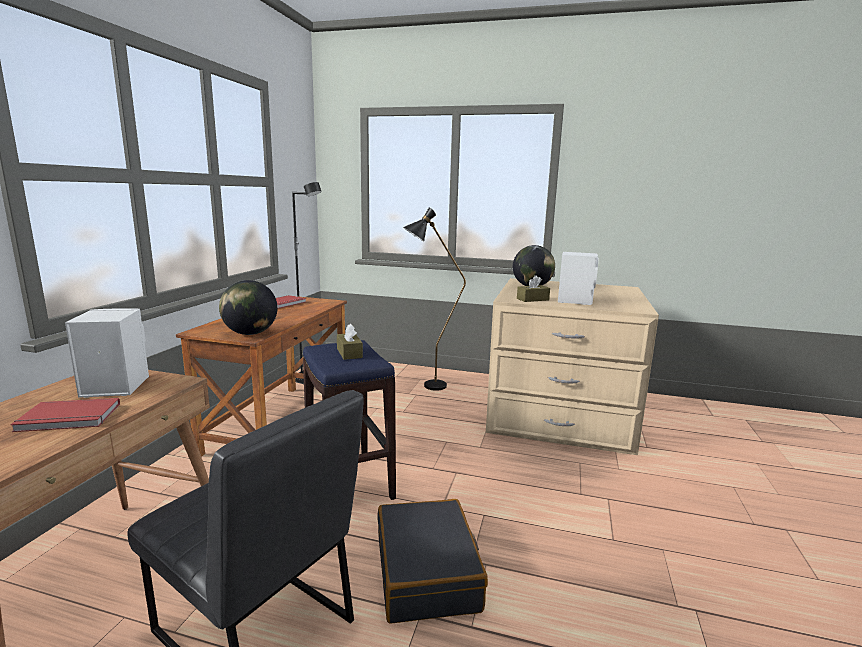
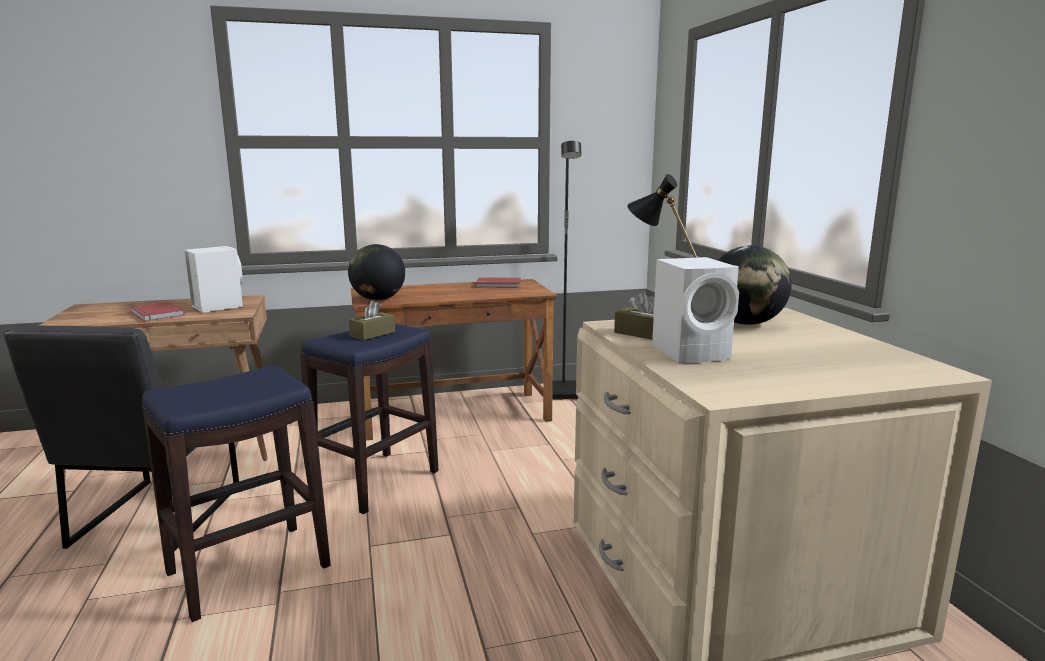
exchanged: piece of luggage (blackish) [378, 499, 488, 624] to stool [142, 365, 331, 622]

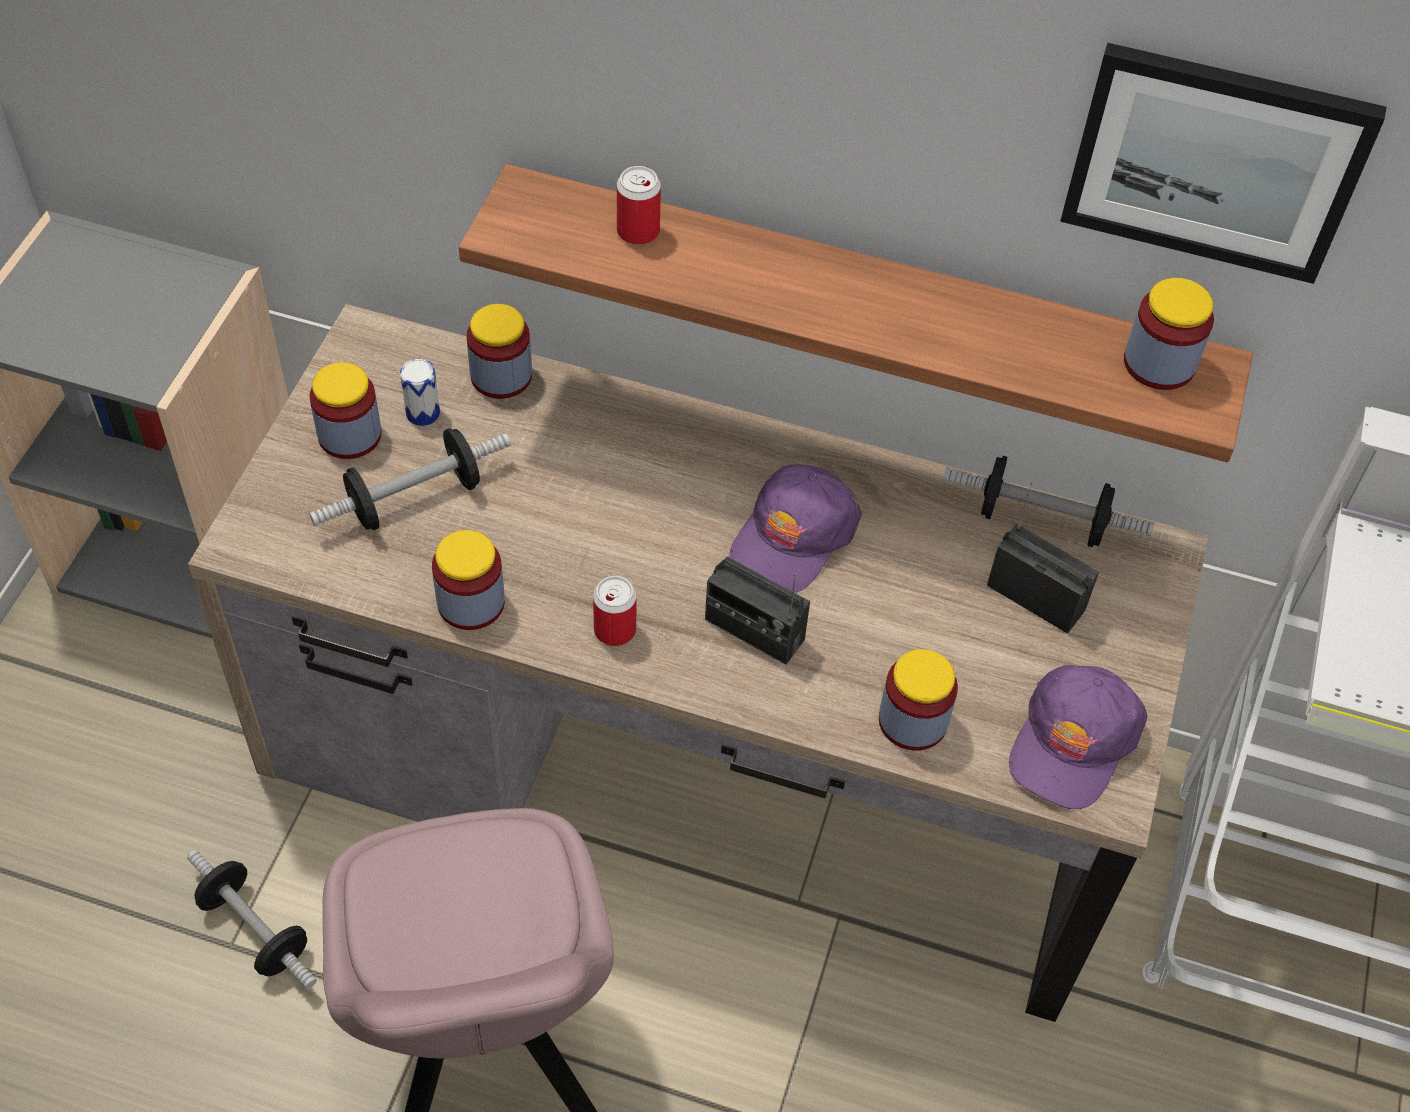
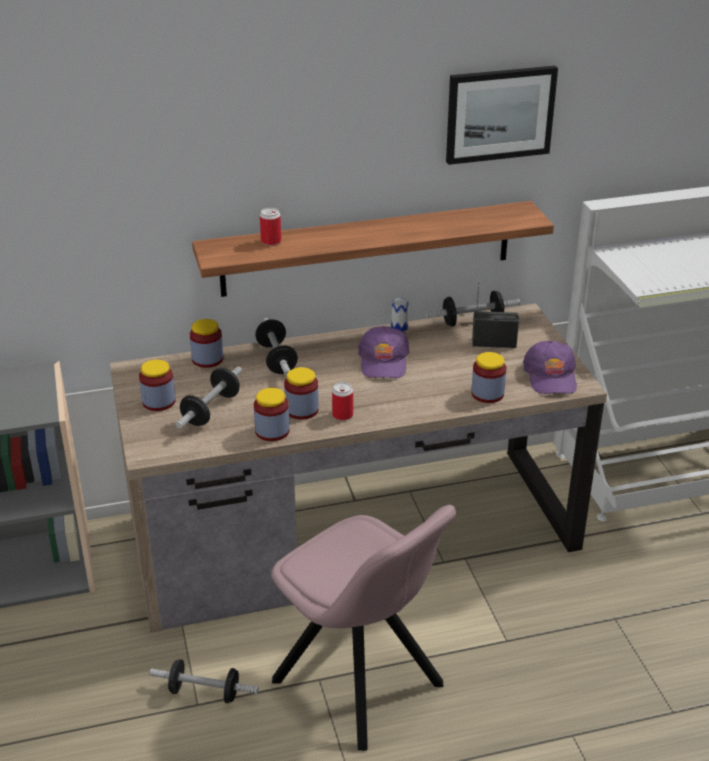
missing: radio receiver [705, 556, 810, 664]
appeared: dumbbell [255, 318, 298, 376]
relocated: sealed can [400, 359, 440, 426] to [391, 298, 409, 332]; jar [1124, 278, 1214, 390] to [284, 367, 319, 420]

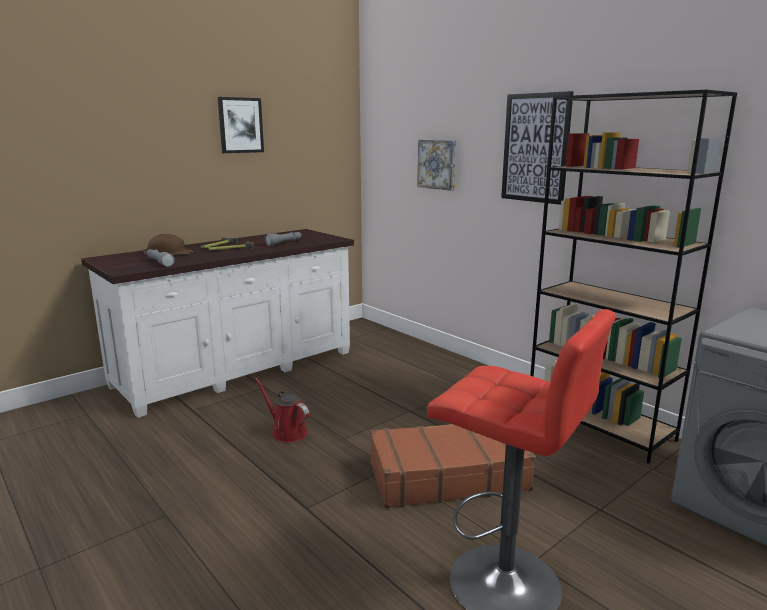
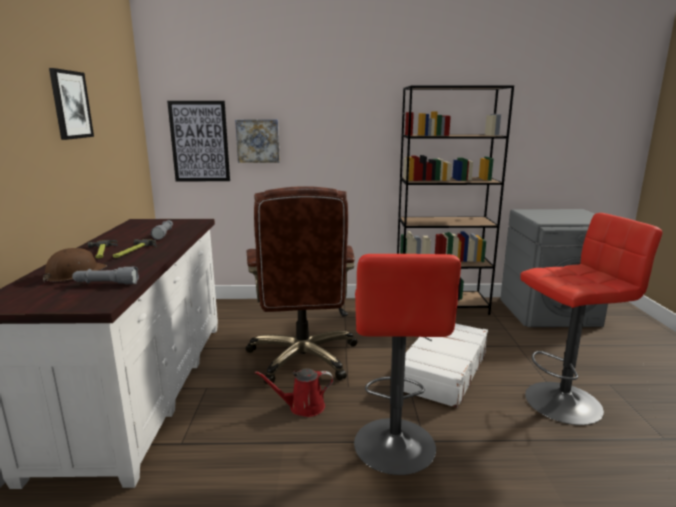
appeared: office chair (brown-coloured) [246, 186, 358, 384]; stool (red-coloured) [354, 254, 461, 475]
relocated: picture [501, 91, 573, 205] to [167, 101, 230, 181]
colour: piece of luggage (brown-coloured) [370, 424, 536, 508] to piece of luggage (white-coloured) [404, 323, 488, 408]

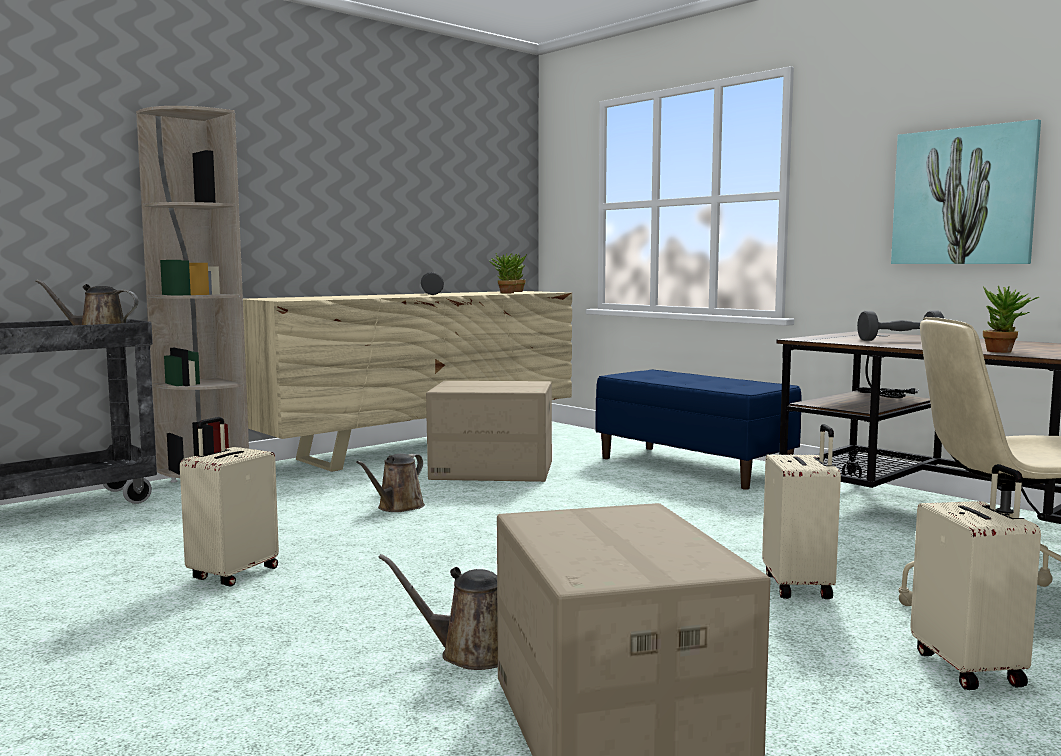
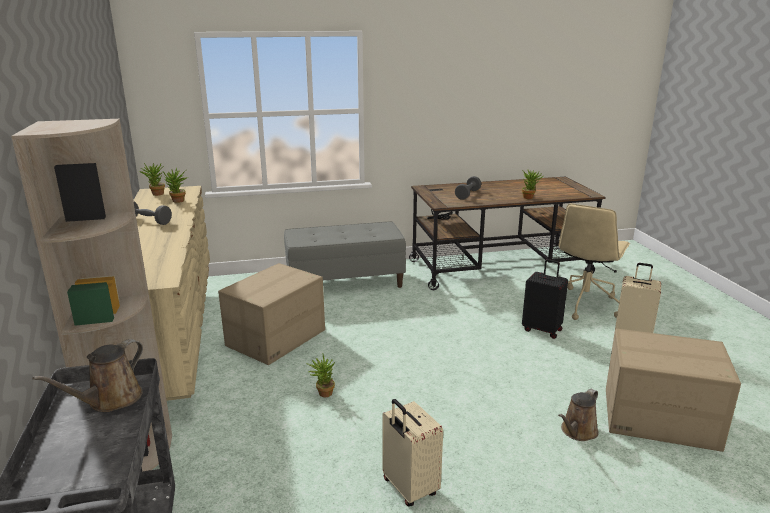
missing: picture [891, 119, 1041, 264]
exchanged: sprinkling can (brown-coloured) [356, 454, 425, 512] to plant in a pot [306, 355, 335, 397]
colour: bench (blue-coloured) [595, 369, 802, 490] to bench (greyish) [284, 221, 406, 288]; piece of luggage (beige) [762, 424, 841, 599] to piece of luggage (blackish) [522, 259, 568, 339]

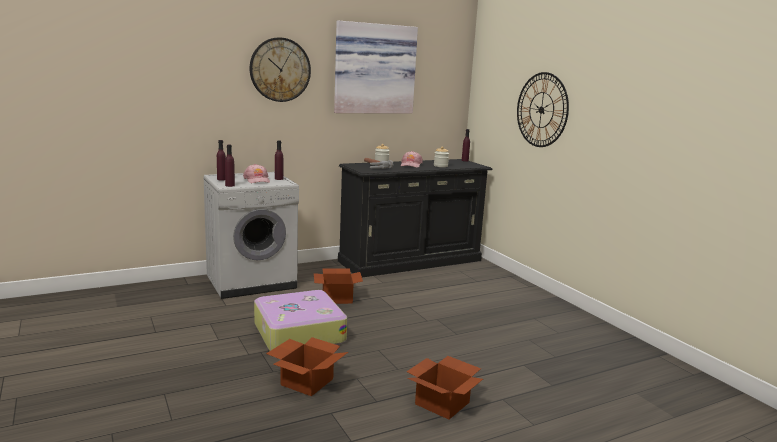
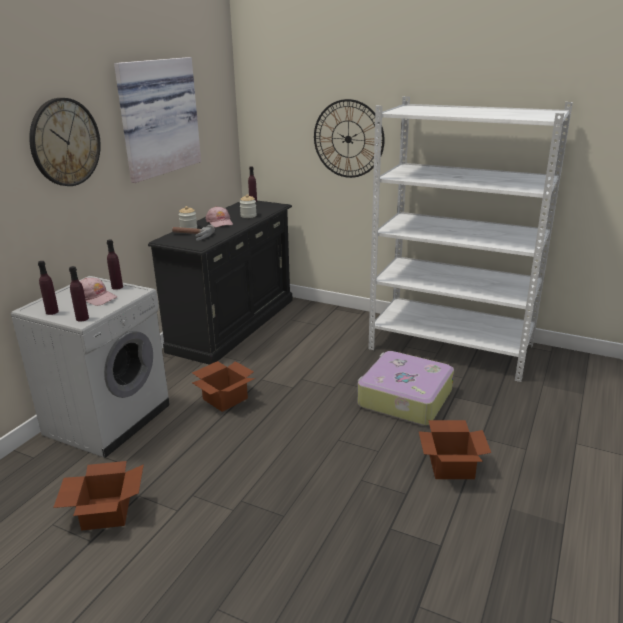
appeared: bookcase (white-coloured) [368, 96, 573, 382]
relocated: piece of luggage [254, 290, 347, 351] to [357, 351, 454, 425]; packing box [266, 337, 348, 396] to [53, 461, 144, 531]

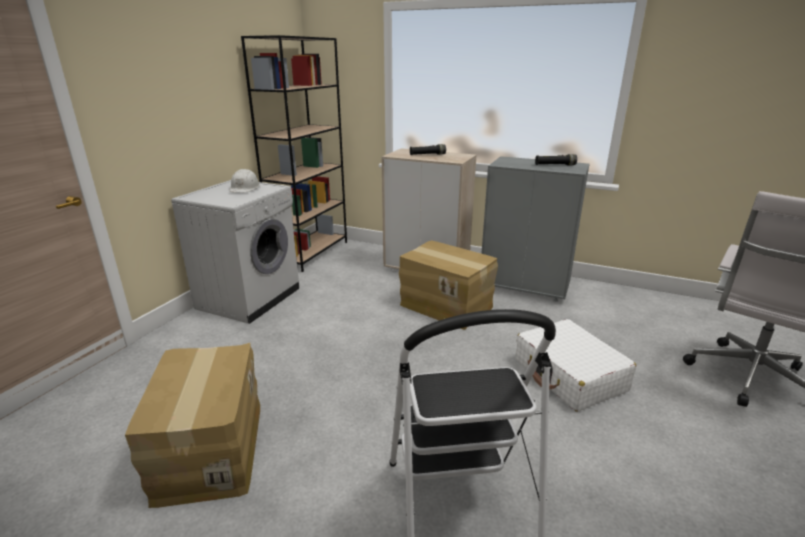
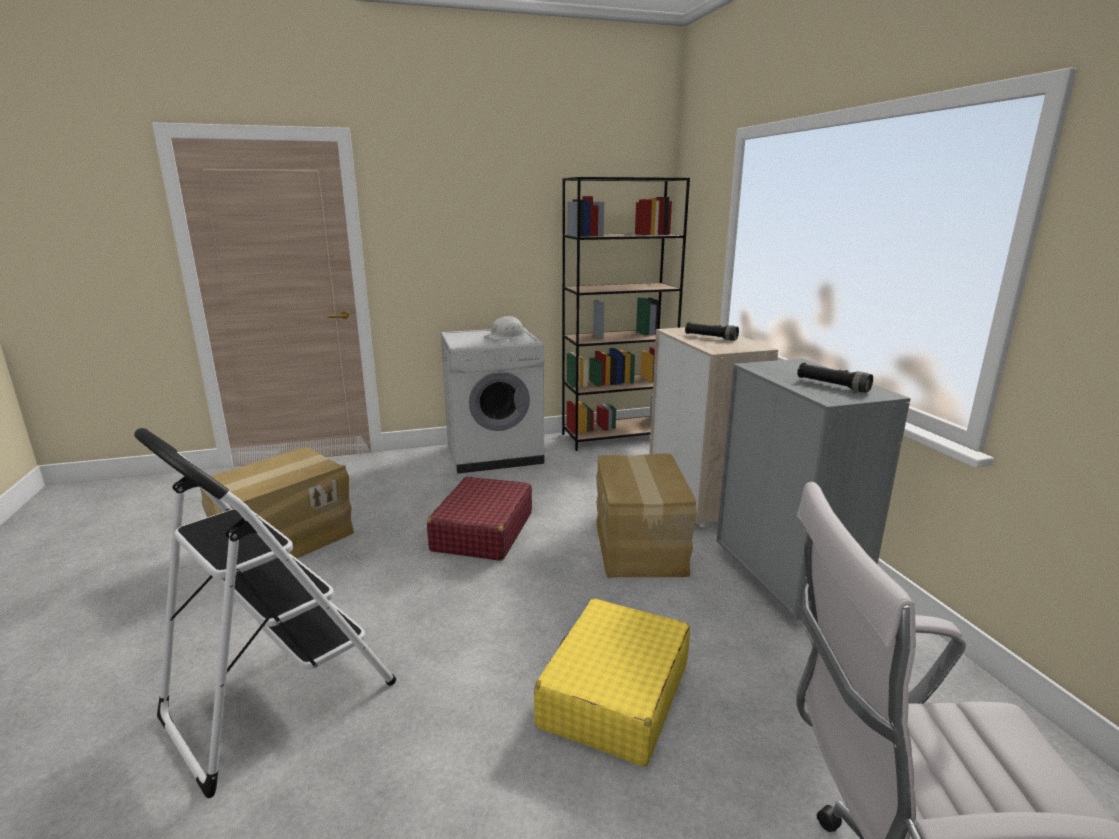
appeared: piece of luggage (red-coloured) [427, 477, 532, 561]
colour: piece of luggage (white-coloured) [516, 319, 636, 412] to piece of luggage (yellow-coloured) [534, 599, 690, 767]

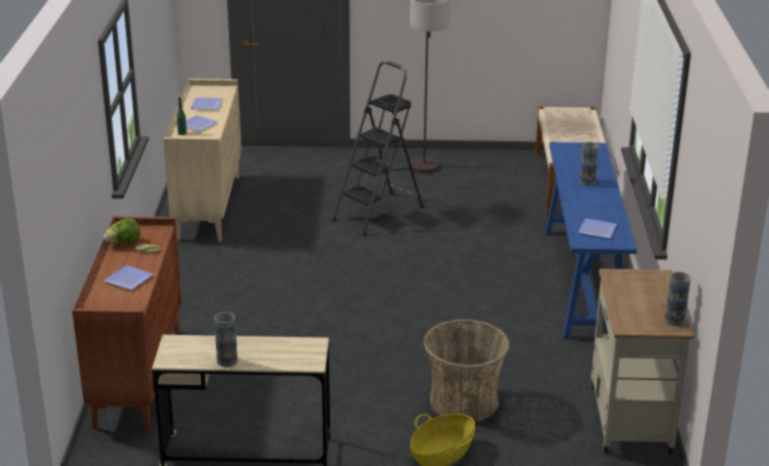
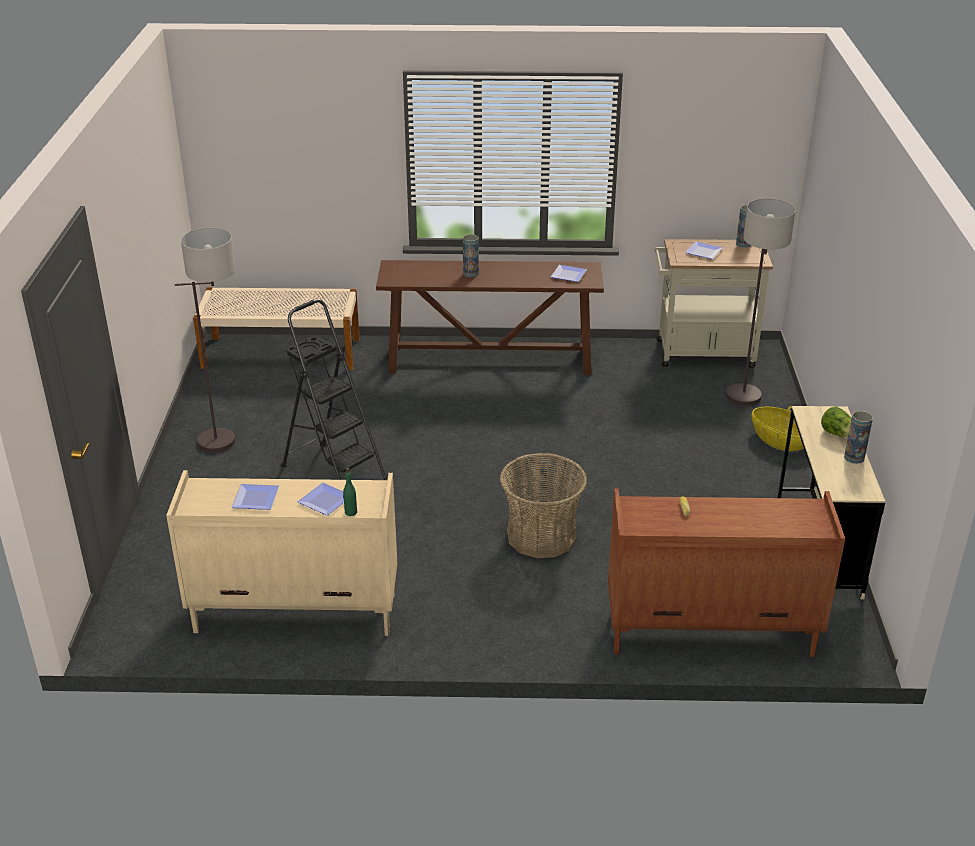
appeared: floor lamp (greyish) [726, 198, 796, 406]
relocated: lettuce [104, 218, 140, 244] to [821, 406, 852, 437]; flat dish [104, 265, 154, 290] to [685, 242, 723, 259]; basket [423, 319, 510, 422] to [500, 453, 587, 558]
colour: console table (blue-coloured) [545, 142, 637, 339] to console table (brown-coloured) [376, 260, 604, 375]

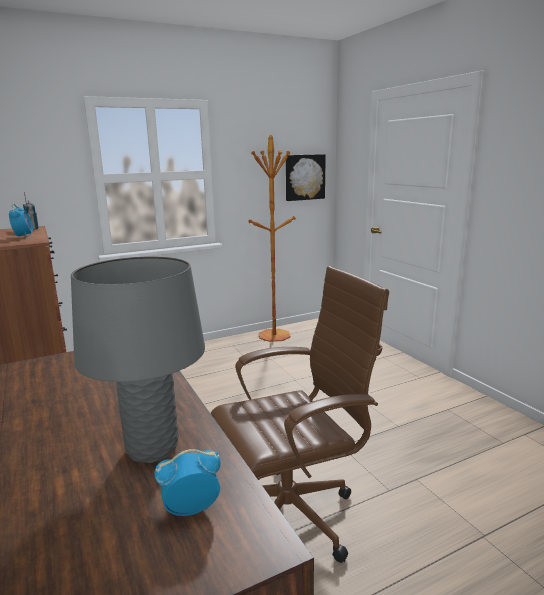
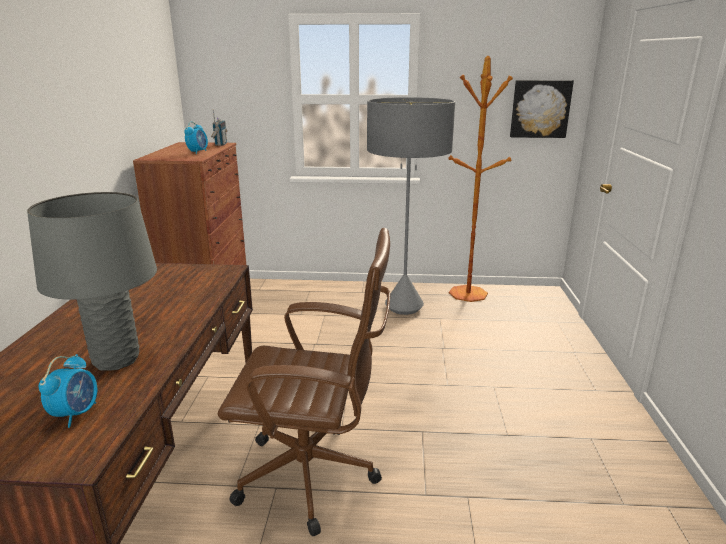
appeared: floor lamp (greyish) [367, 97, 455, 315]
spun: bedside clock [154, 449, 221, 516] = [39, 354, 97, 428] 90 degrees clockwise

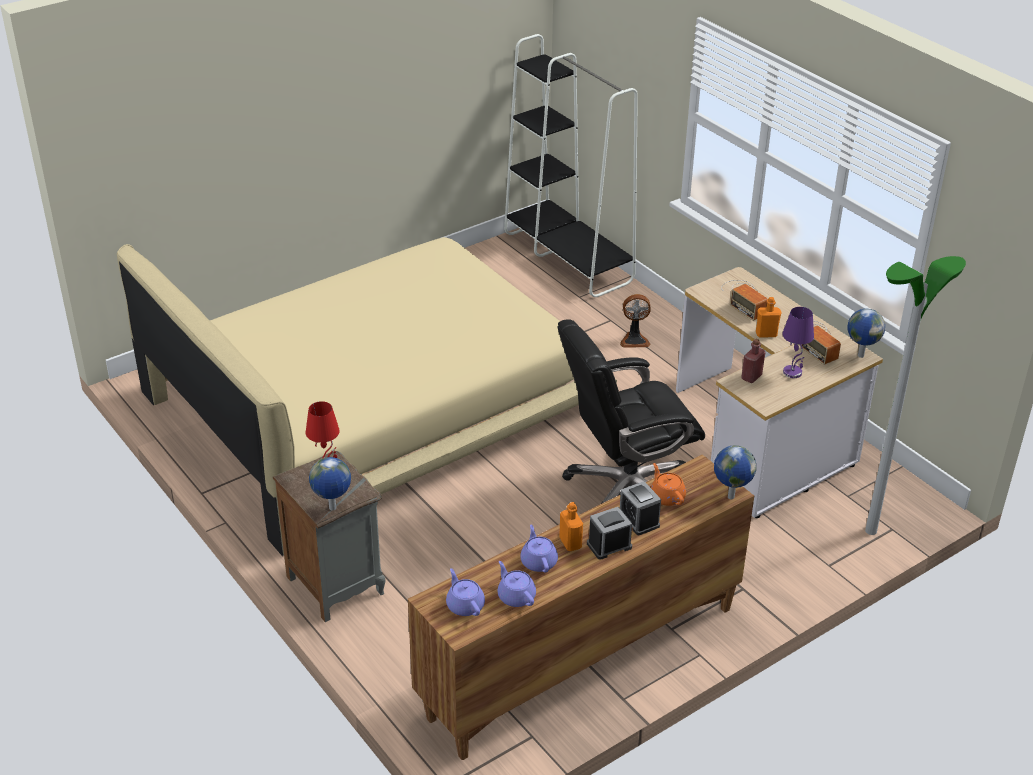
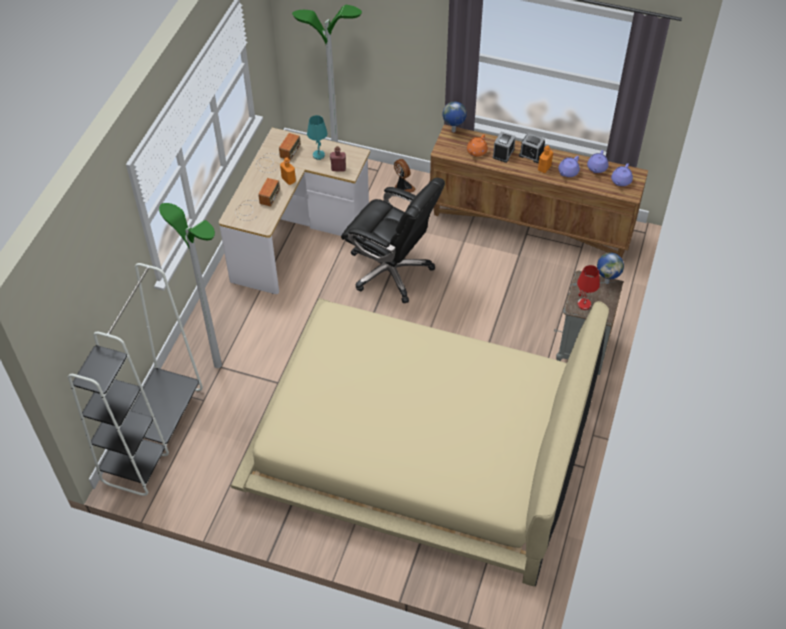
missing: world globe [847, 308, 885, 358]
appeared: floor lamp [159, 203, 222, 368]
relocated: fan [620, 294, 651, 348] to [394, 159, 415, 193]
colour: lamp for a table (purple-coloured) [782, 307, 814, 378] to lamp for a table (turquoise) [307, 115, 327, 160]

